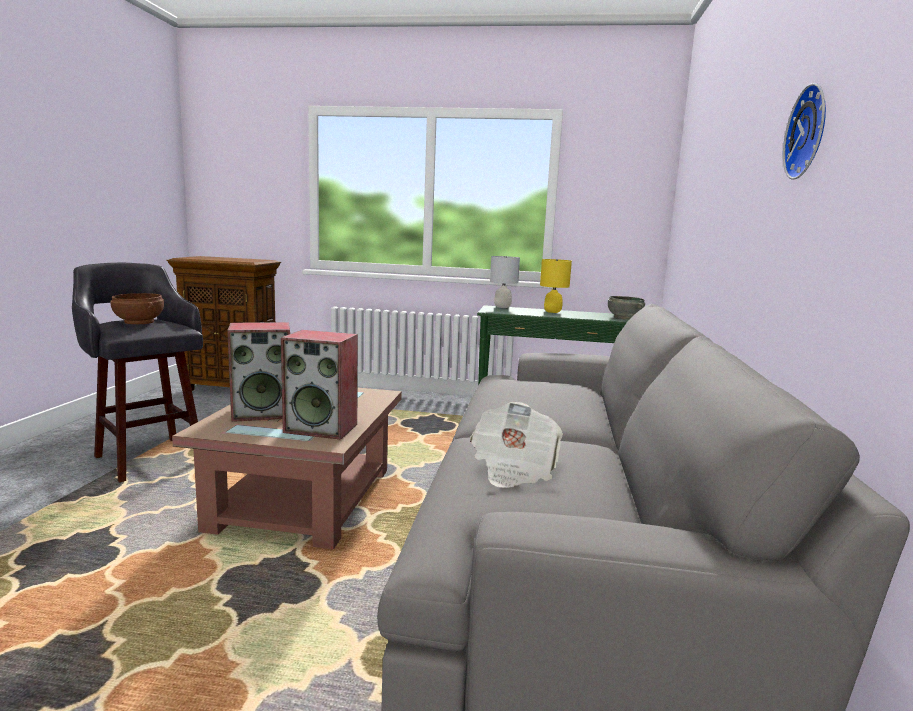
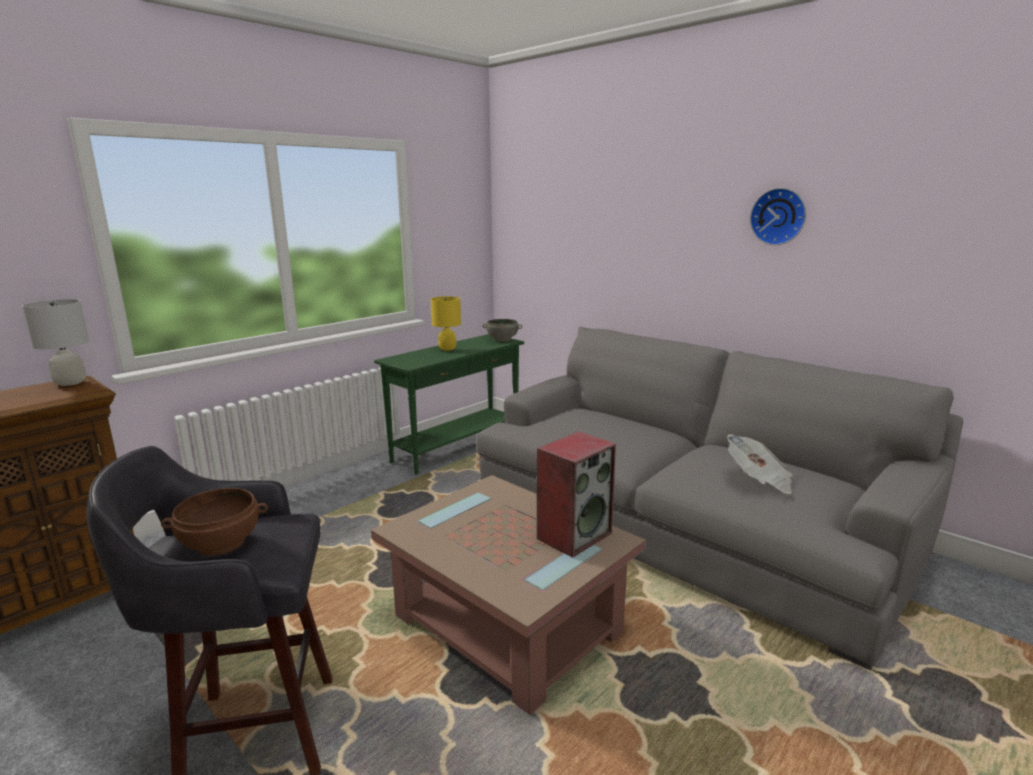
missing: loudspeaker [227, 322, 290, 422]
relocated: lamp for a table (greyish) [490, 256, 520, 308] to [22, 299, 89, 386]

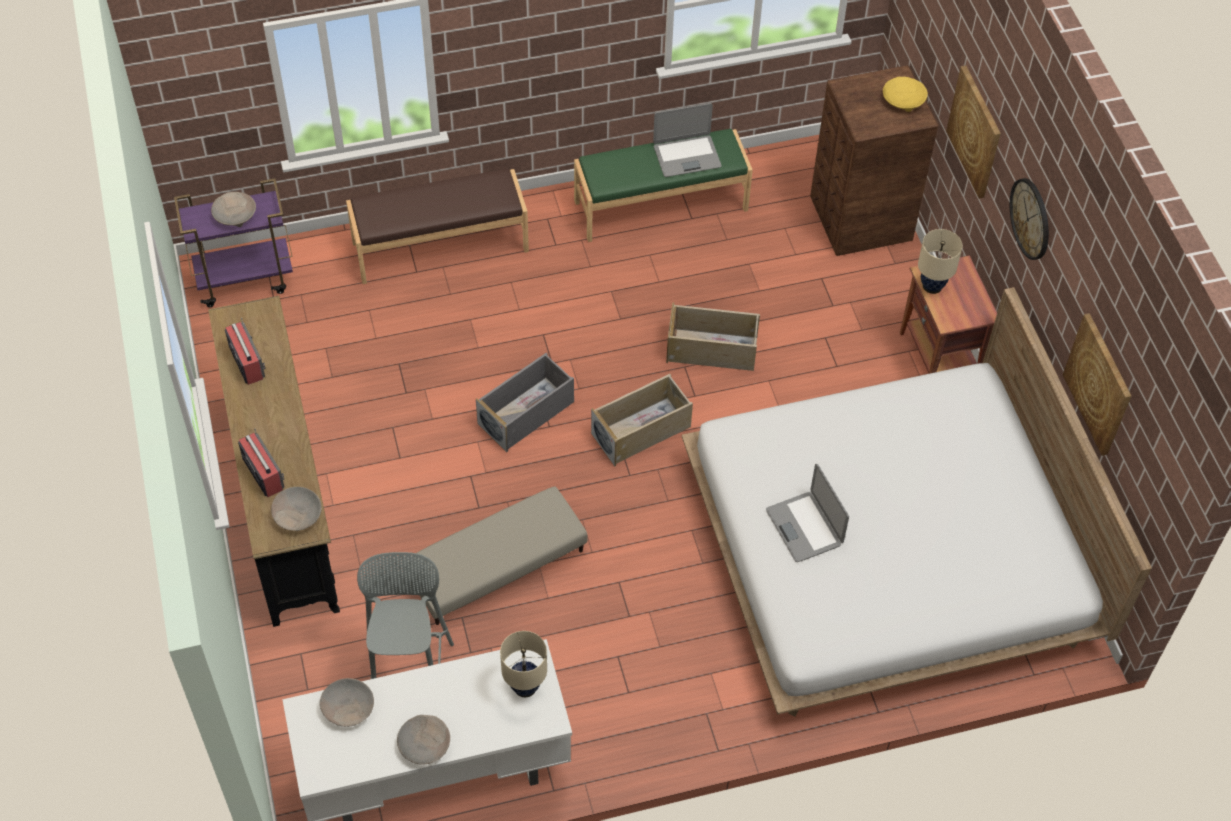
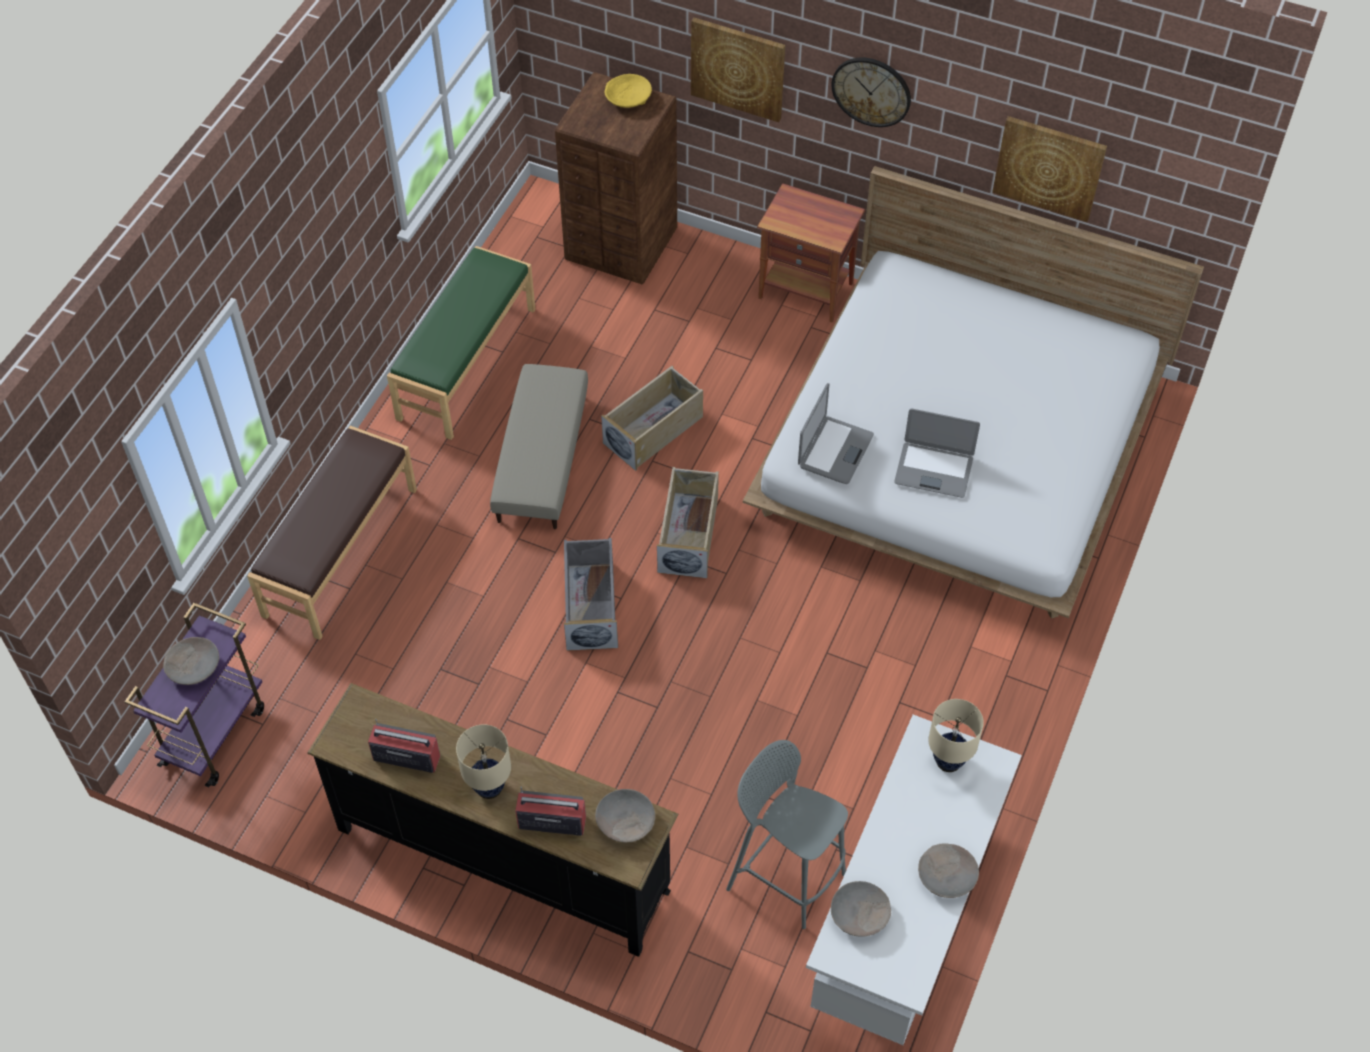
relocated: pouffe (beige) [405, 487, 587, 625] to [490, 364, 588, 529]; laptop [653, 103, 722, 177] to [798, 383, 874, 484]; lamp for a table (beige) [918, 229, 963, 294] to [456, 724, 511, 799]

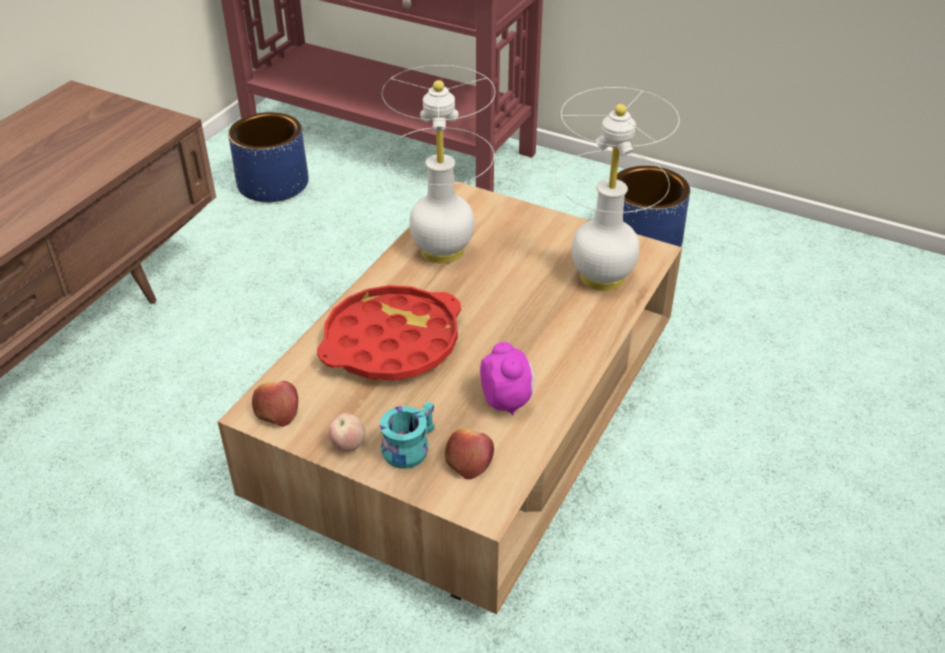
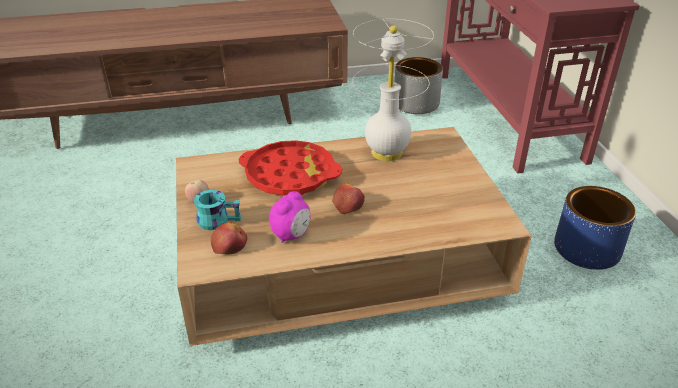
missing: lamp for a table (white-coloured) [557, 87, 680, 291]
relocated: whole apple [252, 381, 298, 427] to [332, 184, 365, 214]
colour: plant pot (blue-coloured) [228, 112, 308, 202] to plant pot (greyish) [394, 57, 443, 114]

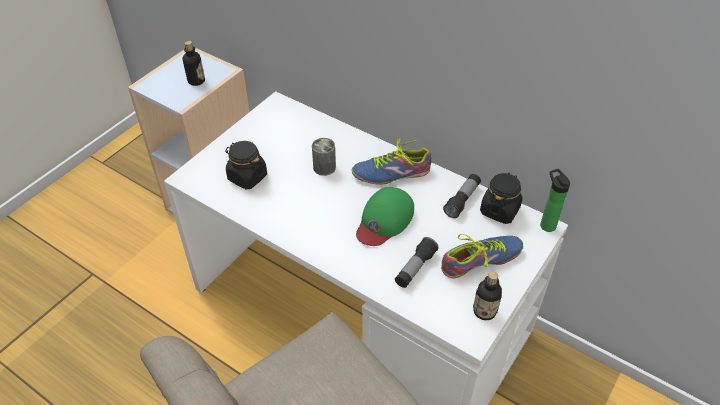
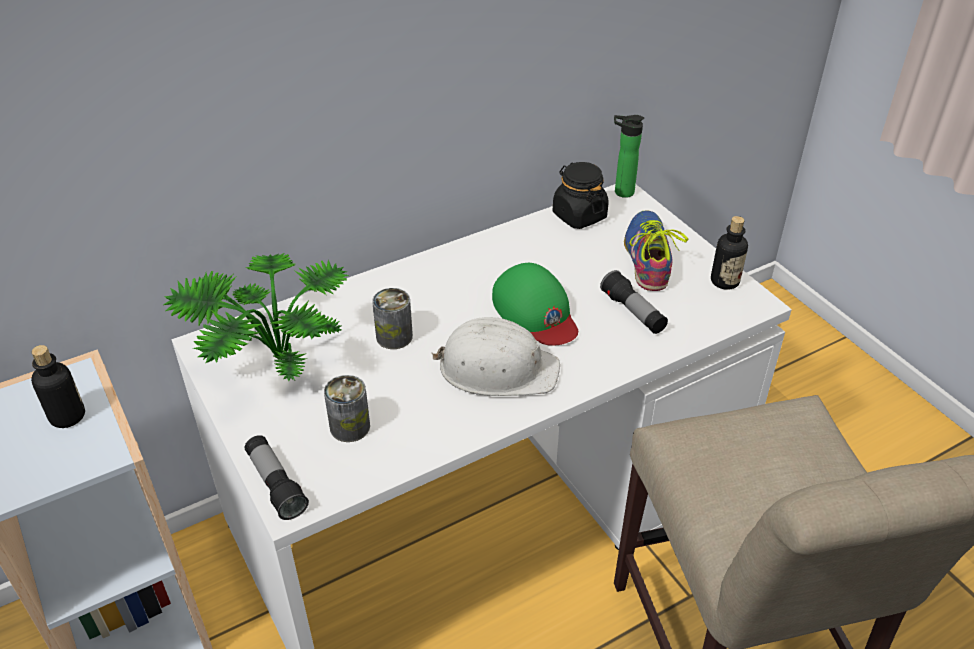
missing: item of footwear [352, 139, 431, 185]
appeared: plant in a pot [164, 253, 349, 381]; work helmet (white-coloured) [431, 317, 560, 396]
relocated: flashlight [443, 174, 481, 218] to [245, 435, 309, 520]
exchanged: jar (blackish) [225, 141, 267, 190] to sealed can [324, 375, 370, 442]

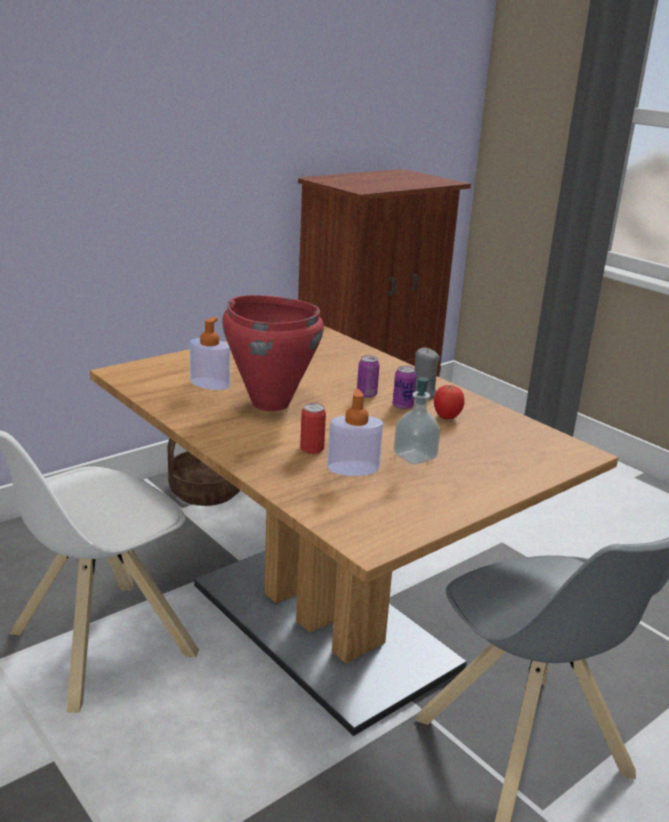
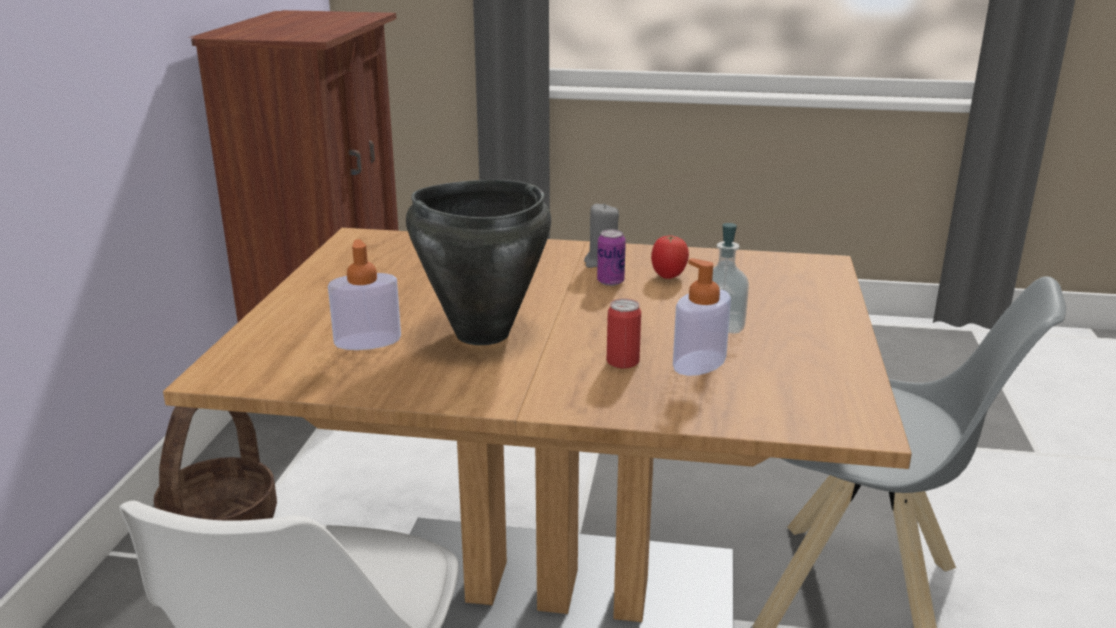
missing: sealed can [357, 356, 380, 398]
colour: saucepot (red-coloured) [222, 295, 324, 411] to saucepot (blackish) [406, 180, 551, 345]

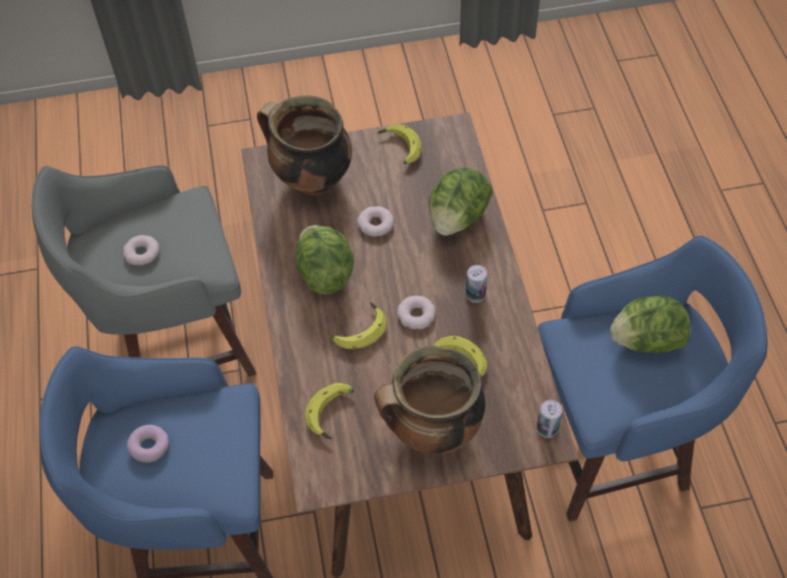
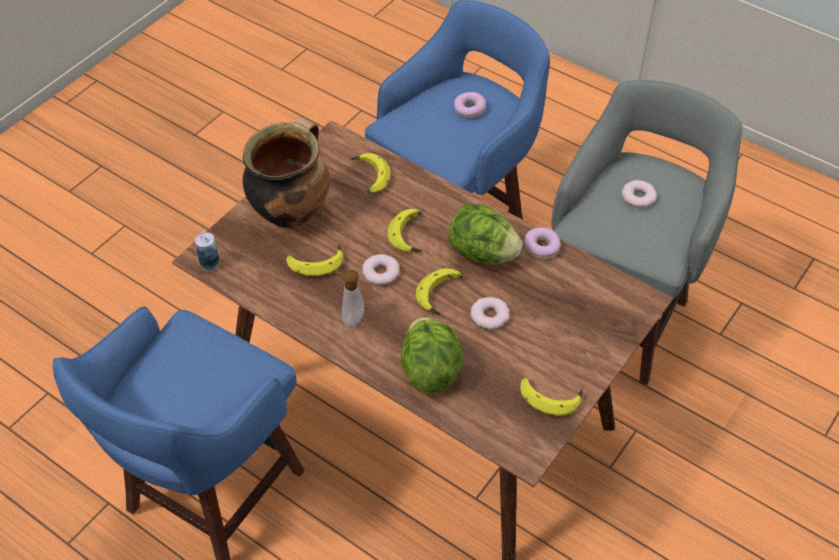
missing: saucepot [257, 95, 352, 195]; lettuce [610, 296, 690, 353]
appeared: whole banana [416, 268, 463, 315]; donut [524, 227, 561, 259]
exchanged: sealed can [466, 265, 487, 303] to soap dispenser [335, 270, 364, 327]

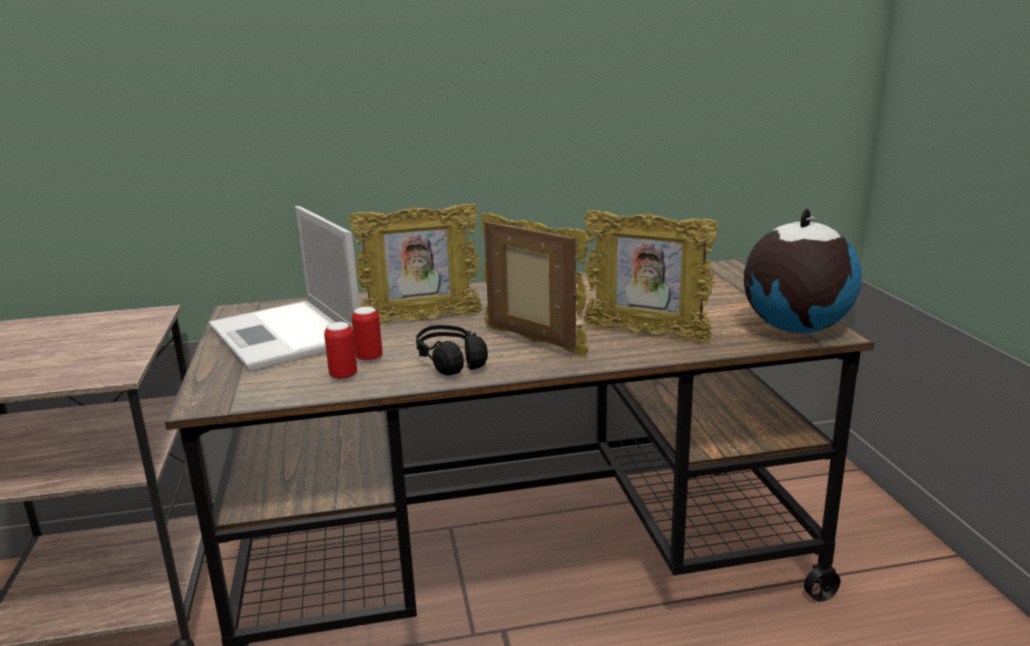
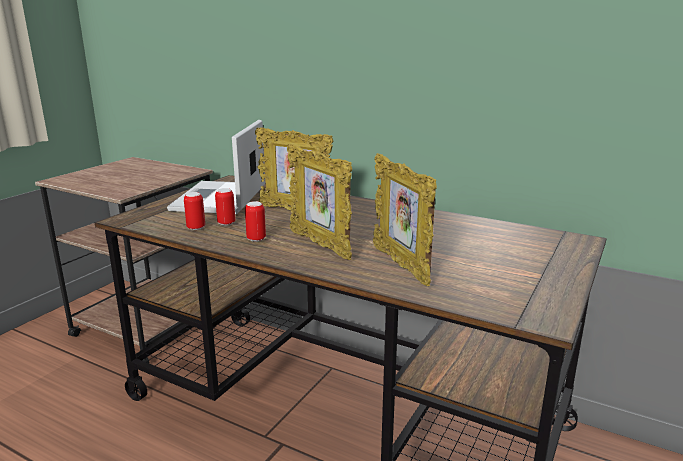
missing: world globe [744, 209, 862, 333]
exchanged: pair of headphones (blackish) [416, 325, 488, 376] to sealed can [245, 201, 266, 242]
spun: photo frame [480, 213, 589, 356] = [287, 144, 352, 260] 150 degrees clockwise

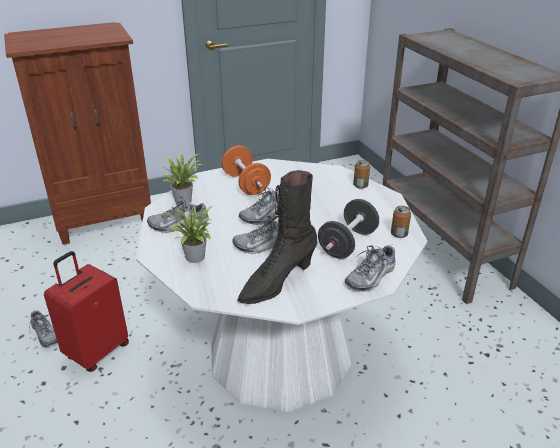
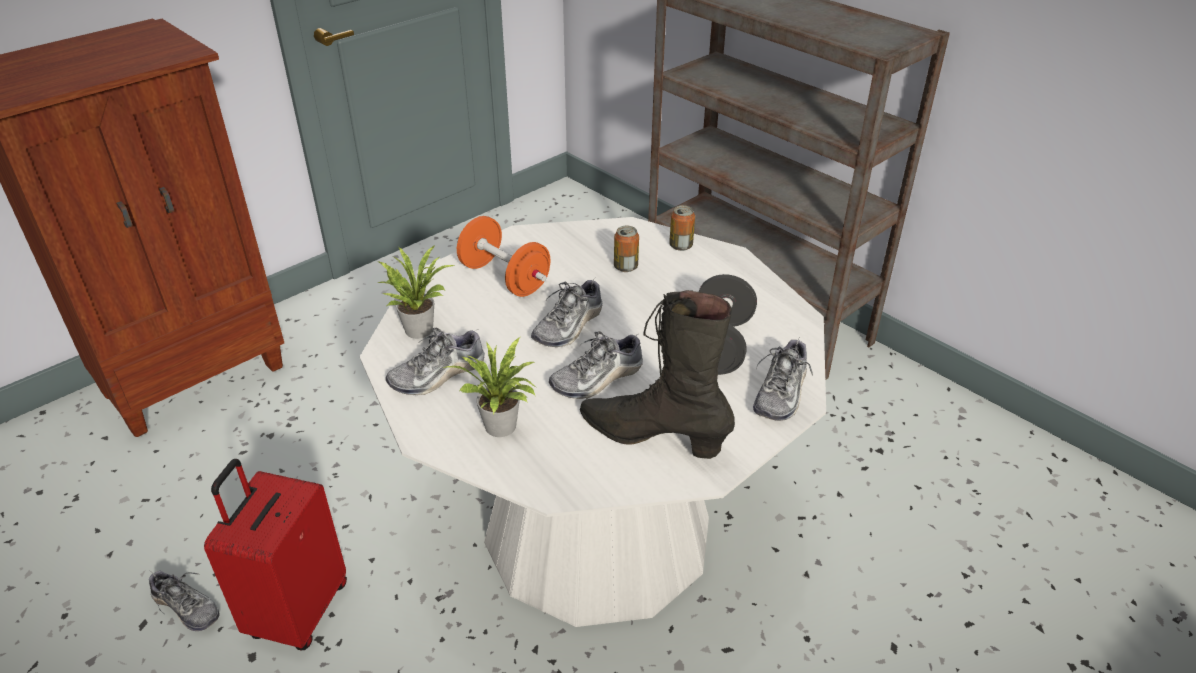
relocated: sealed can [391, 206, 411, 238] to [614, 226, 639, 272]
spun: boot (blackish) [237, 170, 318, 304] = [580, 290, 735, 459] 90 degrees clockwise

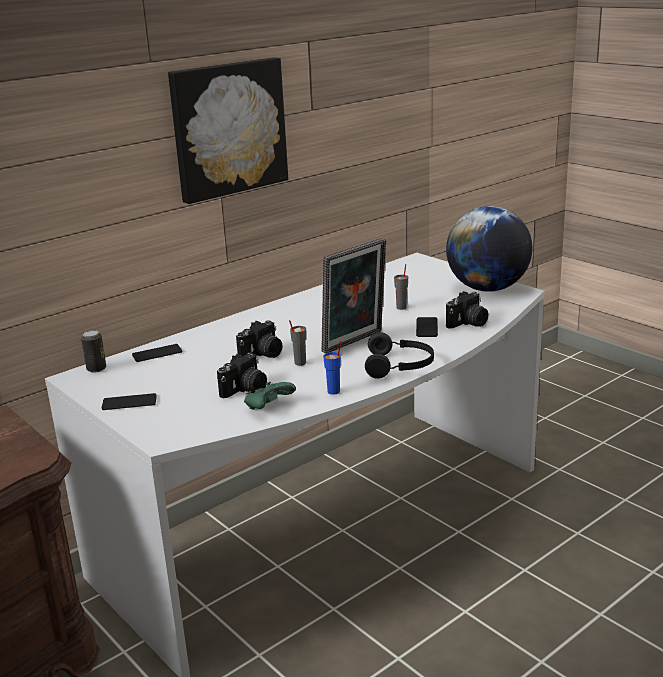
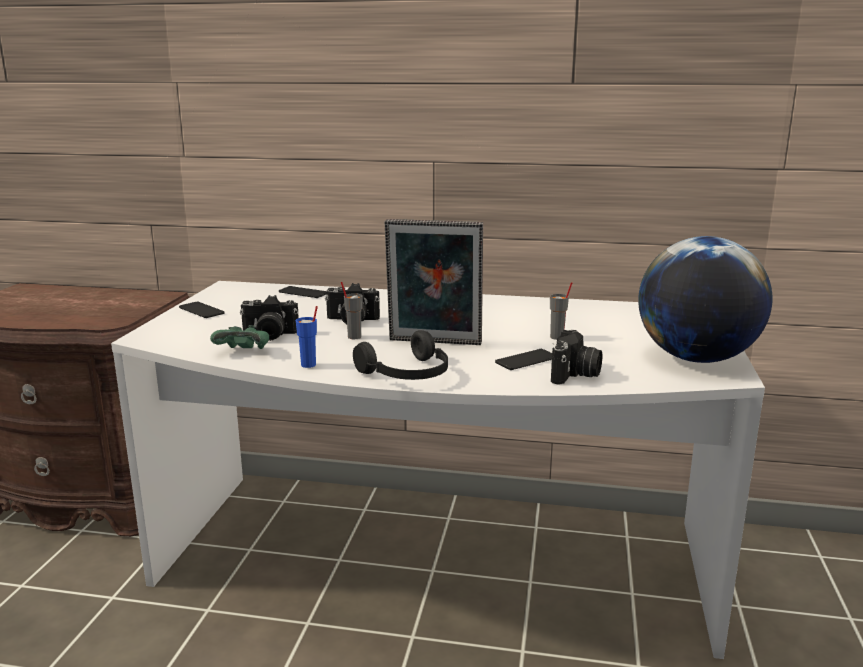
missing: sealed can [81, 330, 106, 373]; picture [168, 57, 288, 204]
spun: photo camera [446, 291, 488, 329] = [551, 330, 602, 385] 75 degrees counterclockwise

